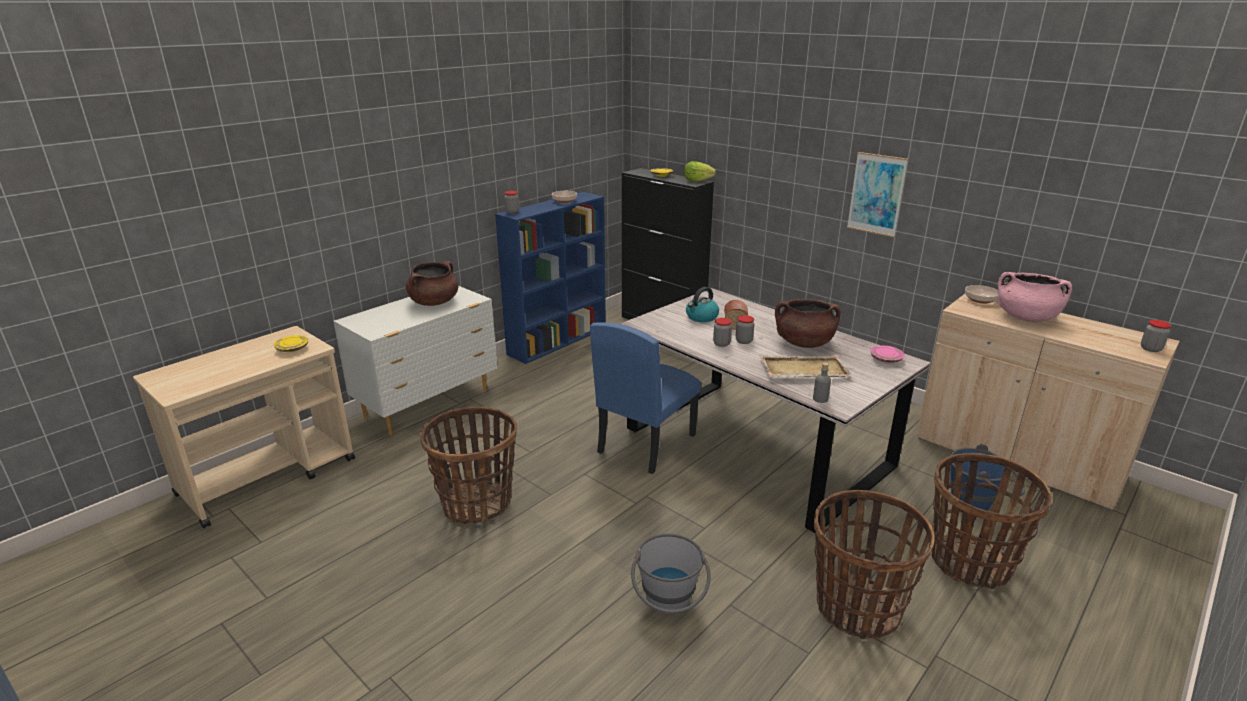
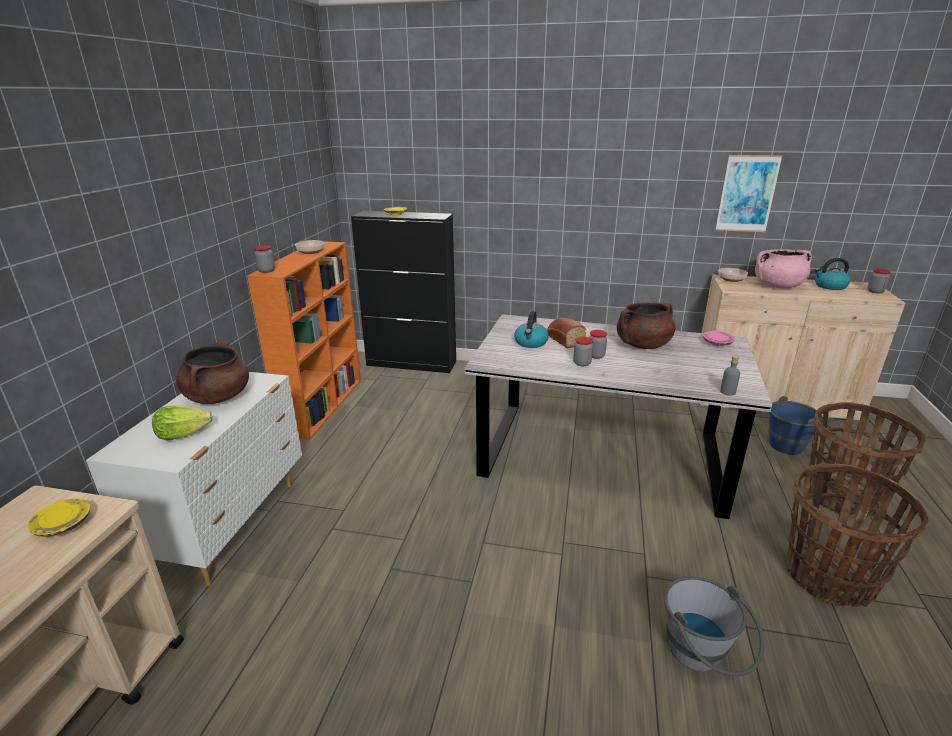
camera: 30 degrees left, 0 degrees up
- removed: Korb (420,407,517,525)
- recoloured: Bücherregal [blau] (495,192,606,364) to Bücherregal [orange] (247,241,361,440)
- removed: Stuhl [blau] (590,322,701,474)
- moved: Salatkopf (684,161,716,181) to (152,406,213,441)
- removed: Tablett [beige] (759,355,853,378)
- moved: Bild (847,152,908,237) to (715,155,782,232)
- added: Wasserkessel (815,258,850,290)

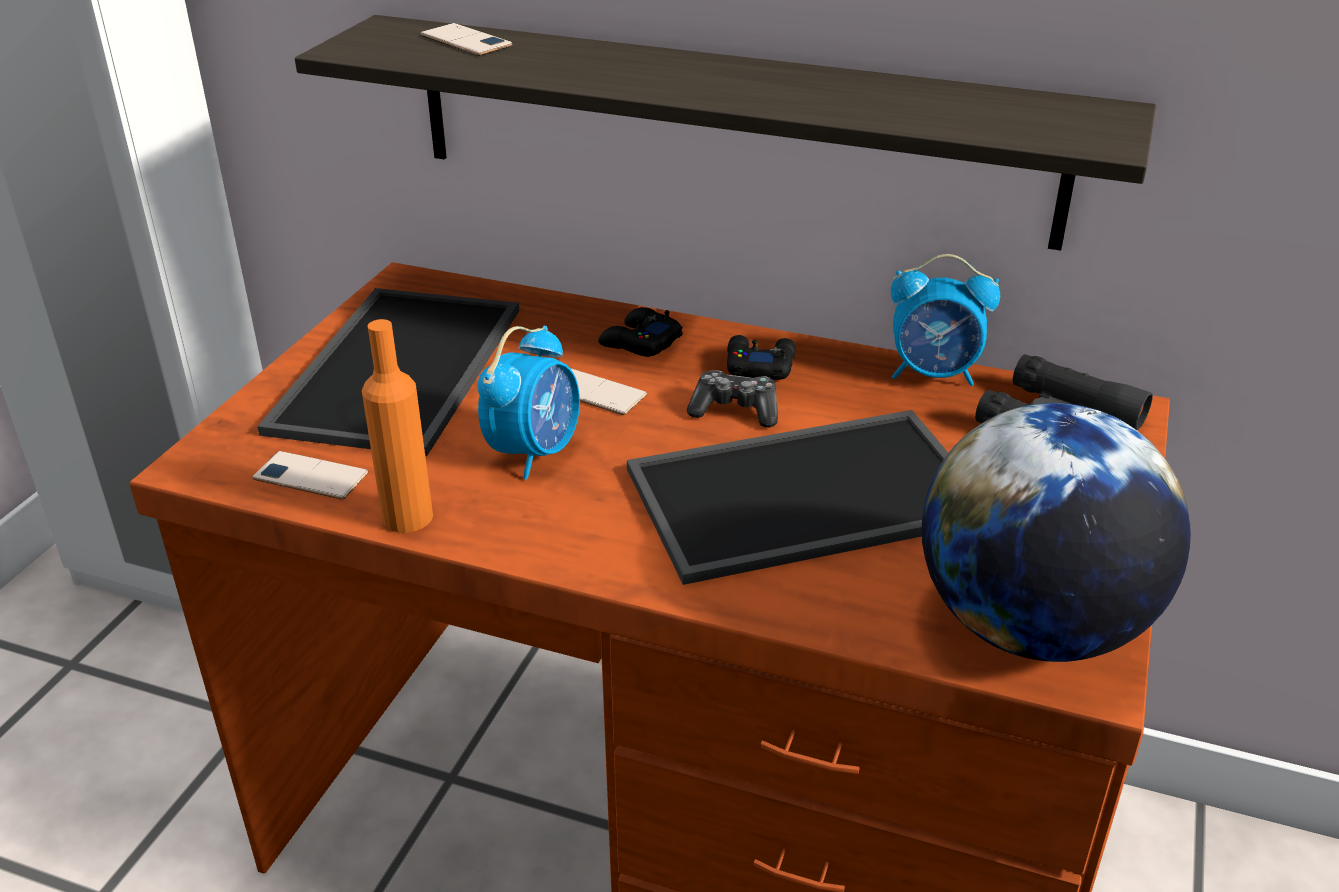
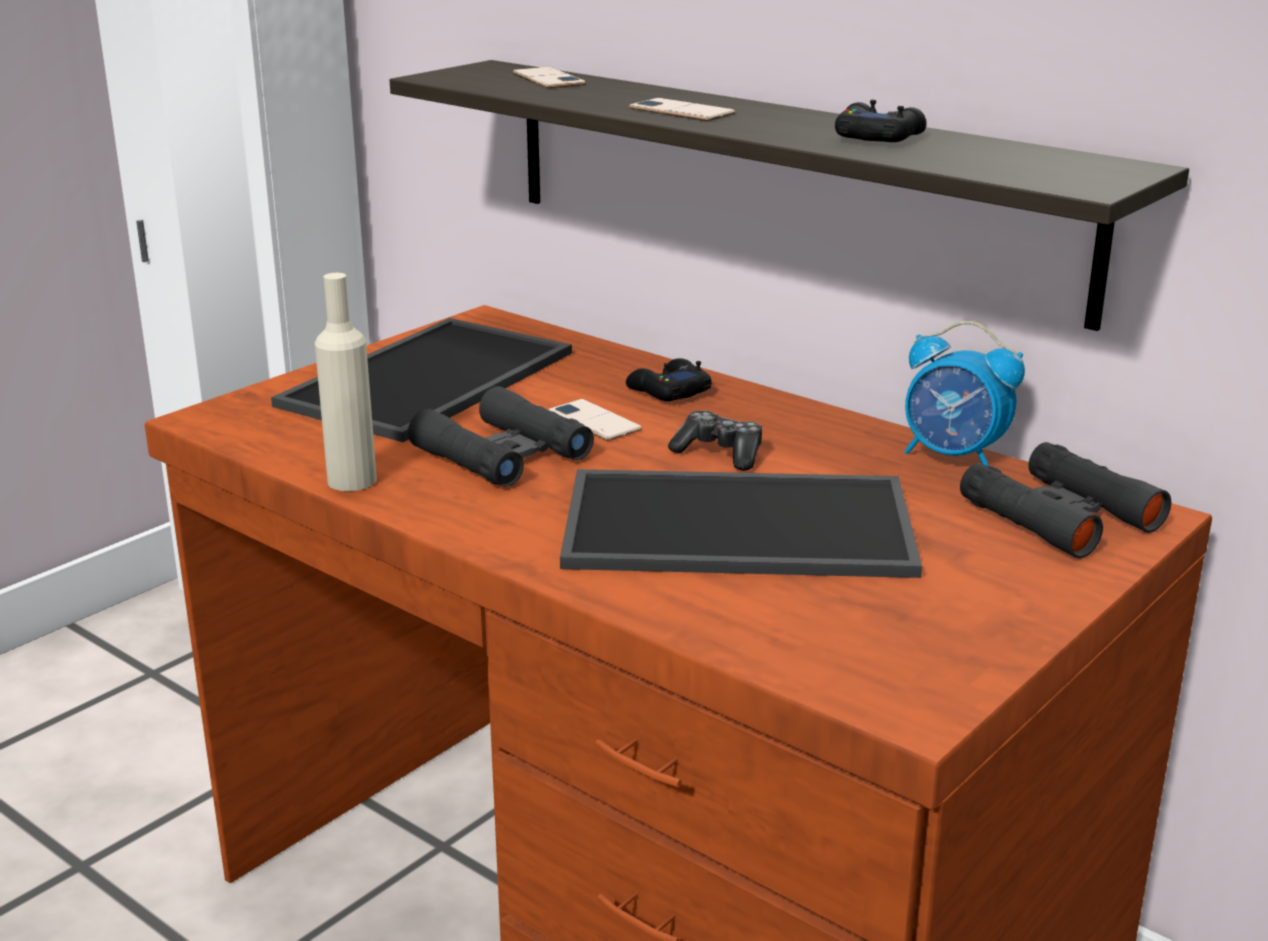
camera: 20 degrees right, 10 degrees down
- moved: Handy (252,451,368,500) to (629,98,736,121)
- recoloured: Flasche [orange] (362,319,433,533) to Flasche [beige] (315,273,377,491)
- replaced: Wecker (478,326,580,480) to Fernglas [schwarz] (408,386,594,487)
- moved: Gamepad [schwarz] (727,335,796,380) to (835,100,927,142)
- removed: Globus (922,403,1191,662)

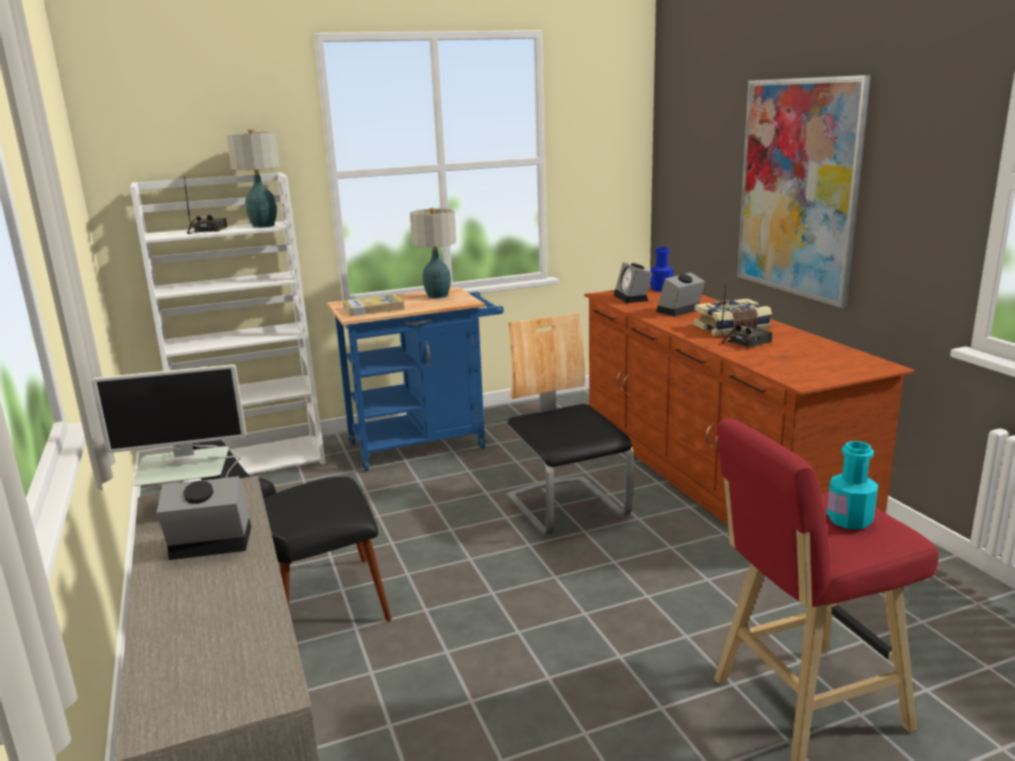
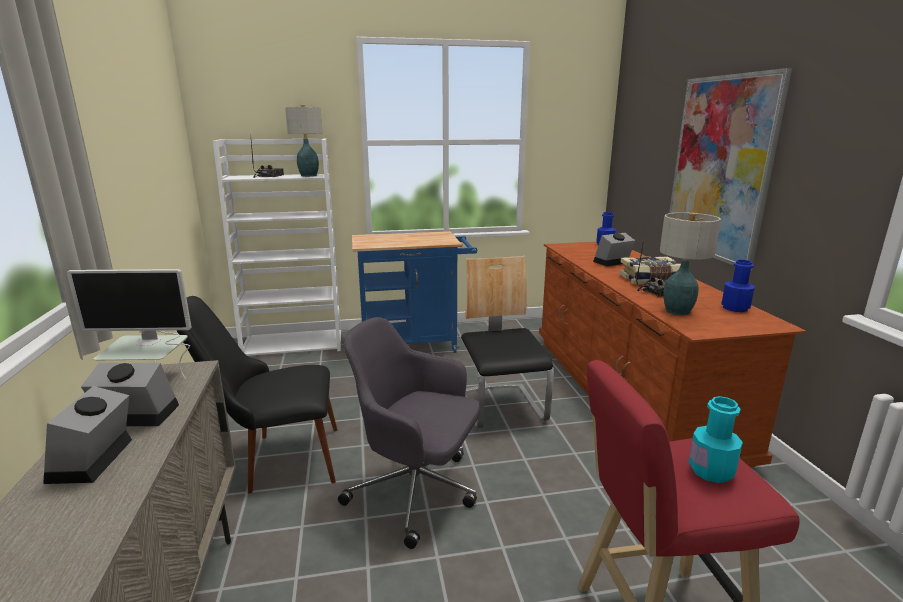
camera: 10 degrees right, 0 degrees up
- removed: Buch (343,295,405,316)
- moved: Tischlampe (410,208,456,299) to (660,212,721,315)
- moved: Wecker (614,262,653,303) to (44,386,132,484)
- added: Bürostuhl [grau] (338,317,480,549)
- added: Flasche [blau] (721,260,754,312)

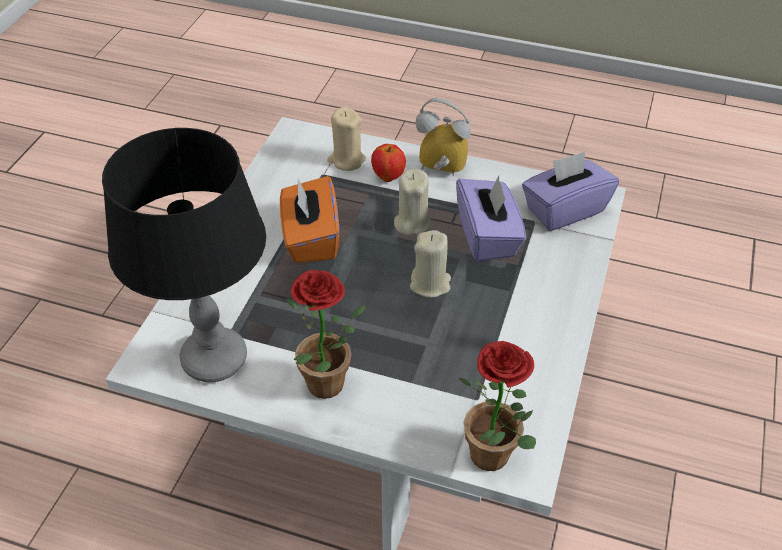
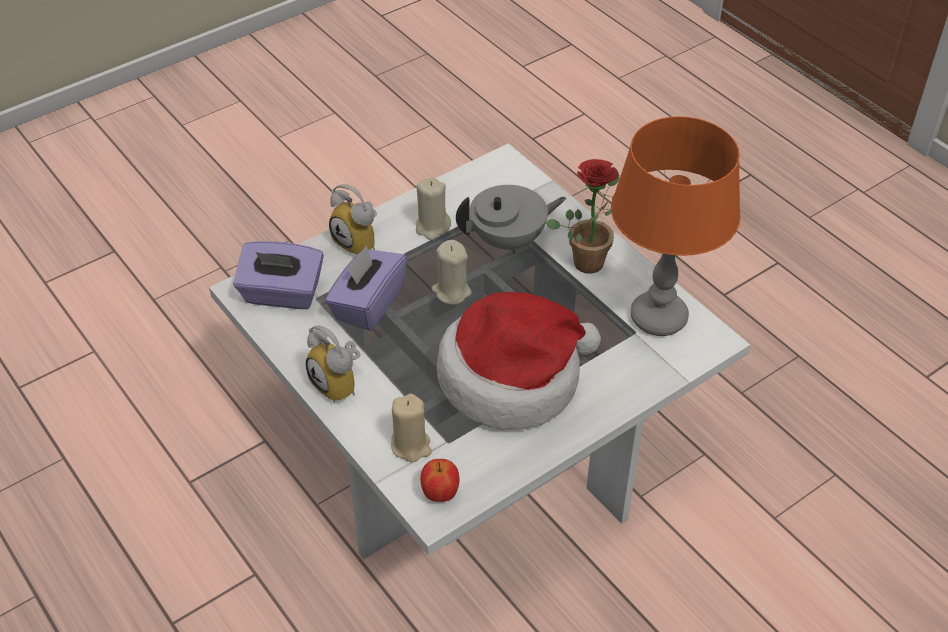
camera: 145 degrees left, 0 degrees up
- recoloured: Tischlampe [schwarz] (102,128,266,382) to Tischlampe [orange] (611,116,741,336)
- replaced: Taschentuchbox [orange] (280,176,339,263) to Hut (437,292,601,430)
- moved: Apfel (371,144,406,182) to (420,459,460,502)
- moved: Kerze [beige] (394,169,431,235) to (416,178,451,240)
- removed: Topfpflanze (459,341,536,471)
- added: Wecker (329,184,377,255)
- added: Teekanne [grau] (456,185,566,254)

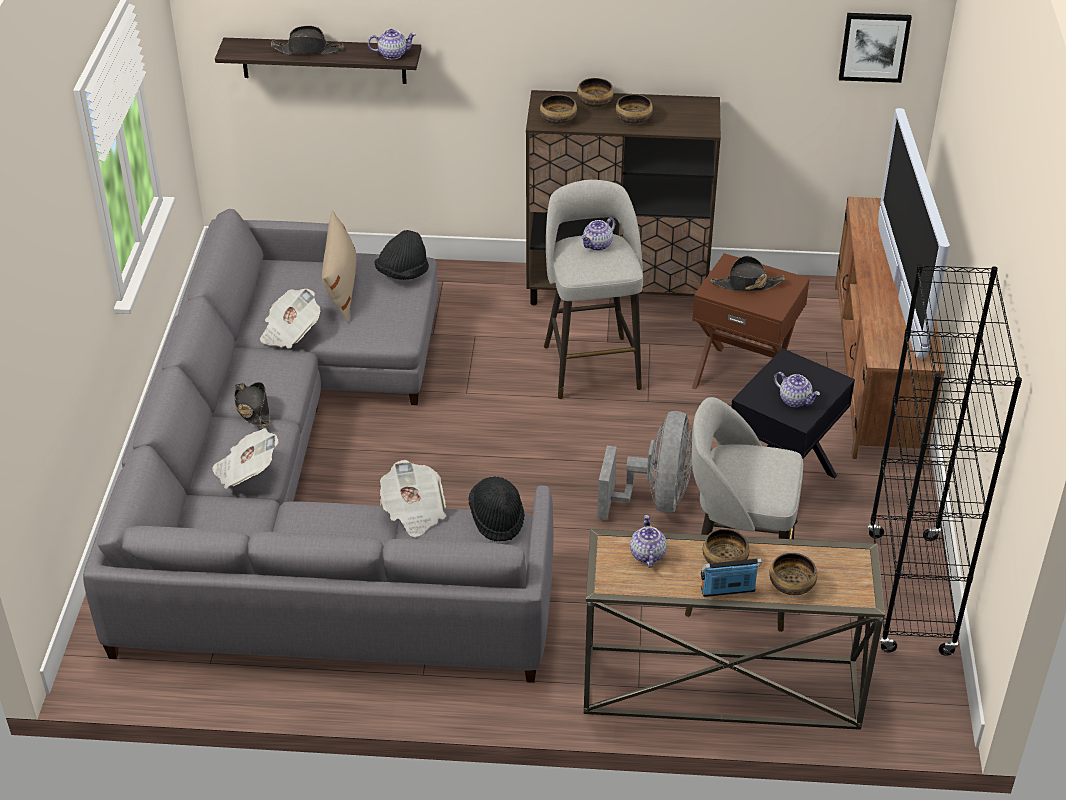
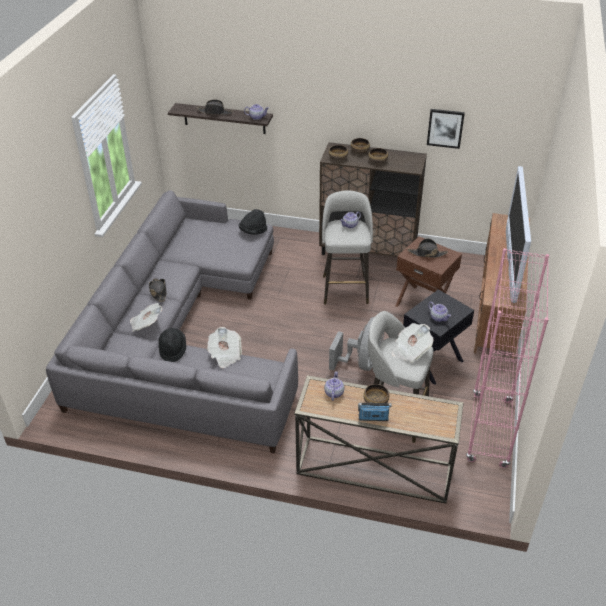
camera: 10 degrees right, 0 degrees up
- moved: Zeitung (260,289,320,349) to (392,323,433,363)
- removed: Kissen [beige] (322,210,356,322)
- moved: Hut [schwarz] (468,476,525,541) to (159,328,186,362)
- removed: Schüssel (769,553,817,595)
- moved: Bild (839,13,912,83) to (427,109,465,149)
- recoloured: Bücherregal [schwarz] (867,263,1022,656) to Bücherregal [rosa] (466,248,549,468)

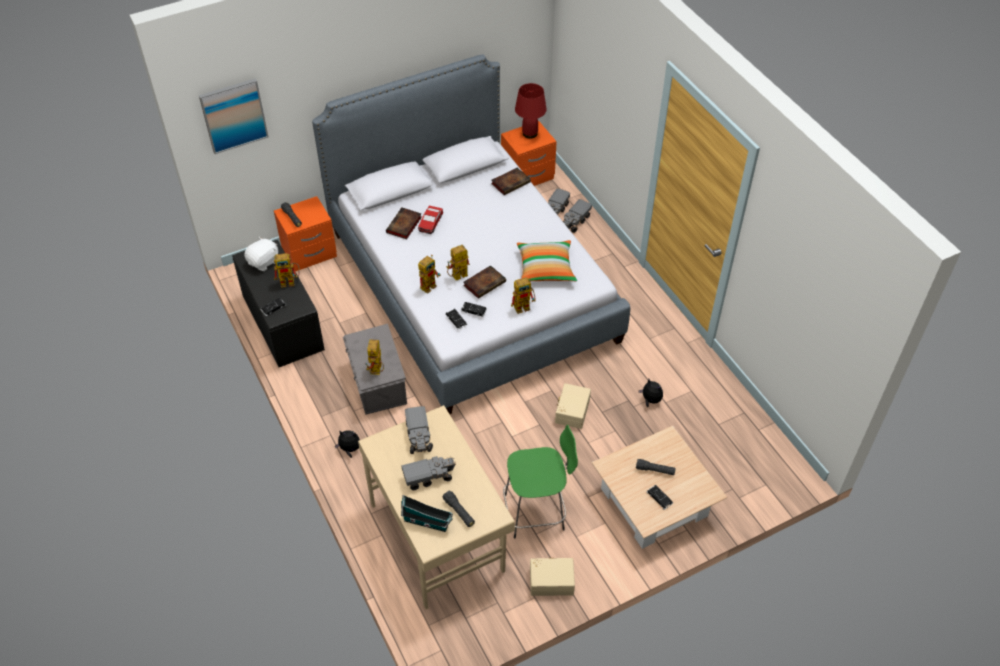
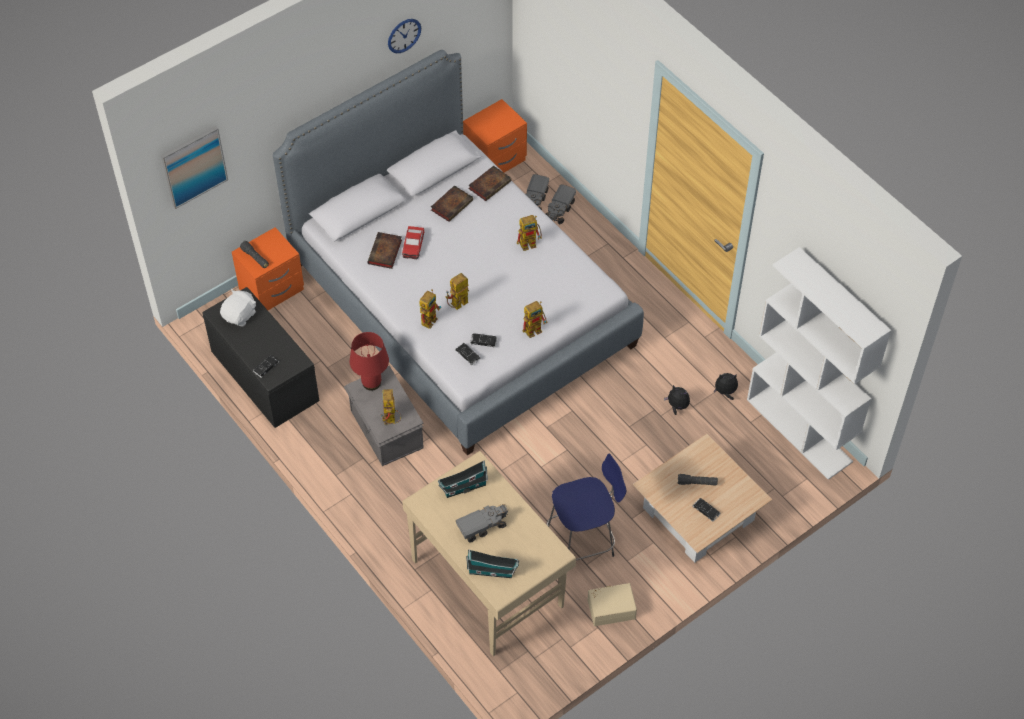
camera: 10 degrees left, 5 degrees up
- moved: Spielzeugroboter (274,253,300,288) to (517,215,542,251)
- moved: Plüschtier (335,430,360,458) to (714,373,738,400)
- replaced: Spielzeuglaster (405,406,433,454) to Spielzeughaus (438,460,488,498)
- removed: Taschenlampe [schwarz] (443,491,475,527)
- moved: Buch (463,265,506,299) to (431,186,473,222)
- recoloured: Hocker [grün] (503,425,578,539) to Hocker [blau] (547,454,626,560)
- moved: Tischlampe [rot] (515,83,547,139) to (350,332,389,391)
- removed: Kissen (517,240,577,281)
- removed: Aufbewahrungsbox [beige] (555,383,591,429)
- added: Wanduhr (388,19,421,53)
- added: Bücherregal [weiß] (747,247,891,480)

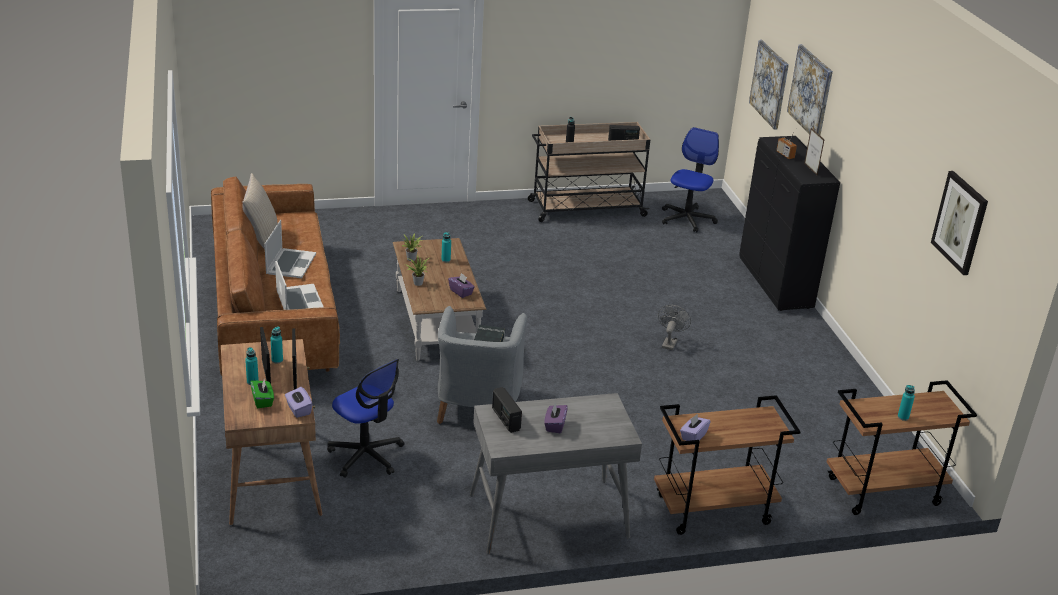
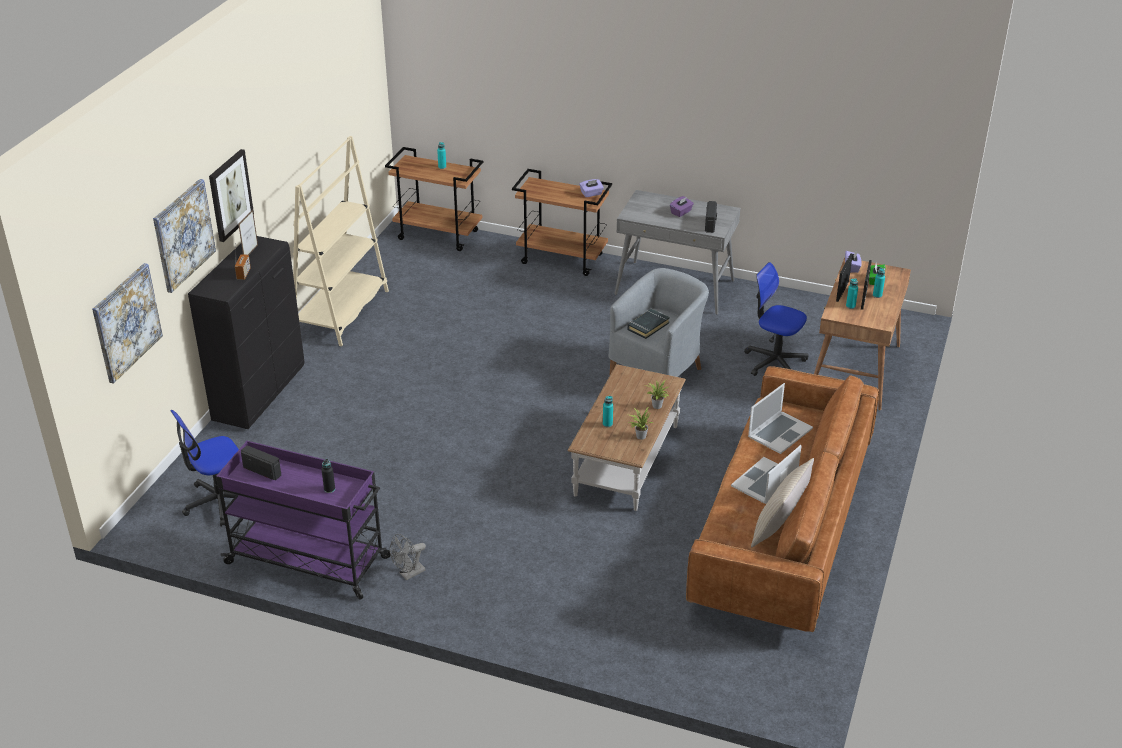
camera: 145 degrees left, 5 degrees up
- turned: Laptop (275,259,324,310) = (748,383,813,454) 150 degrees counterclockwise
- turned: Bürostuhl (327,359,404,478) = (744,262,809,376) 45 degrees counterclockwise
- removed: Taschentuchbox [lila] (448,273,475,298)
- recoloured: Rollwagen [beige] (528,122,650,222) to Rollwagen [lila] (216,441,390,600)
- moved: Ventilator [grau] (658,305,691,350) to (390,534,426,580)
- moved: Bild (931,171,988,275) to (209,149,254,242)
- added: Bücherregal [beige] (293,136,389,346)

